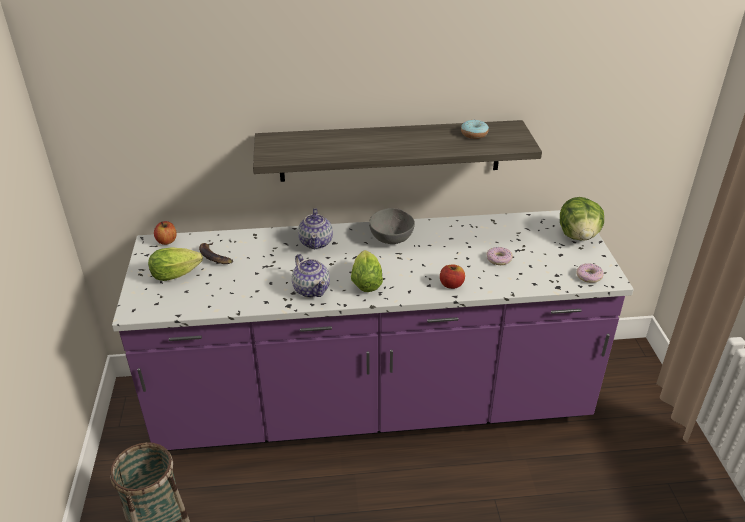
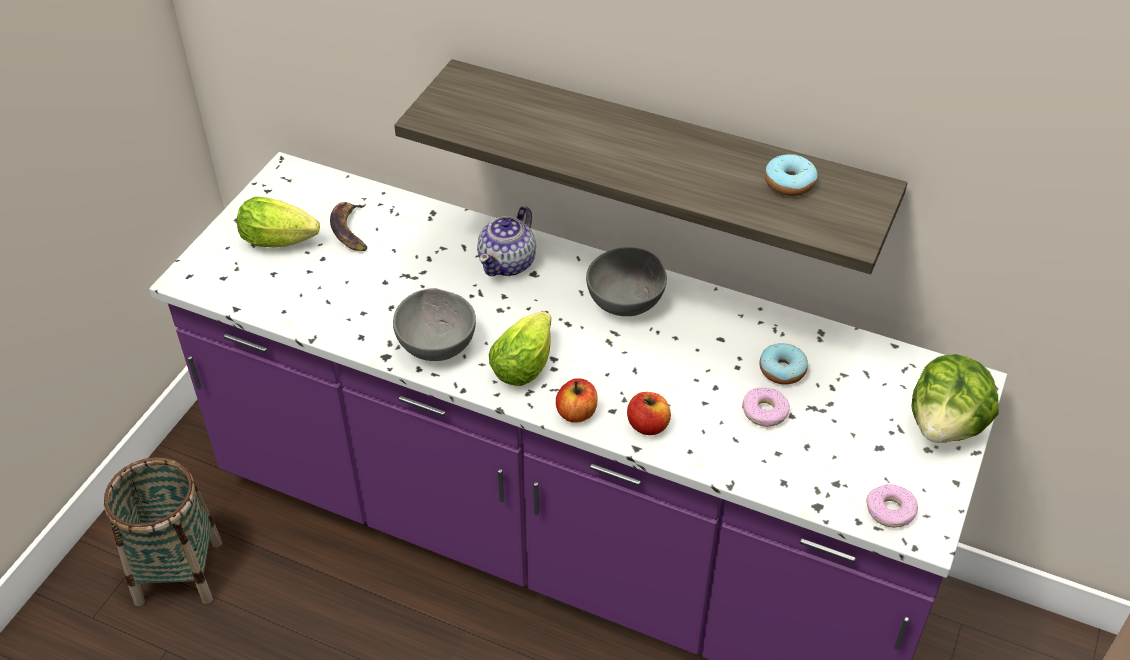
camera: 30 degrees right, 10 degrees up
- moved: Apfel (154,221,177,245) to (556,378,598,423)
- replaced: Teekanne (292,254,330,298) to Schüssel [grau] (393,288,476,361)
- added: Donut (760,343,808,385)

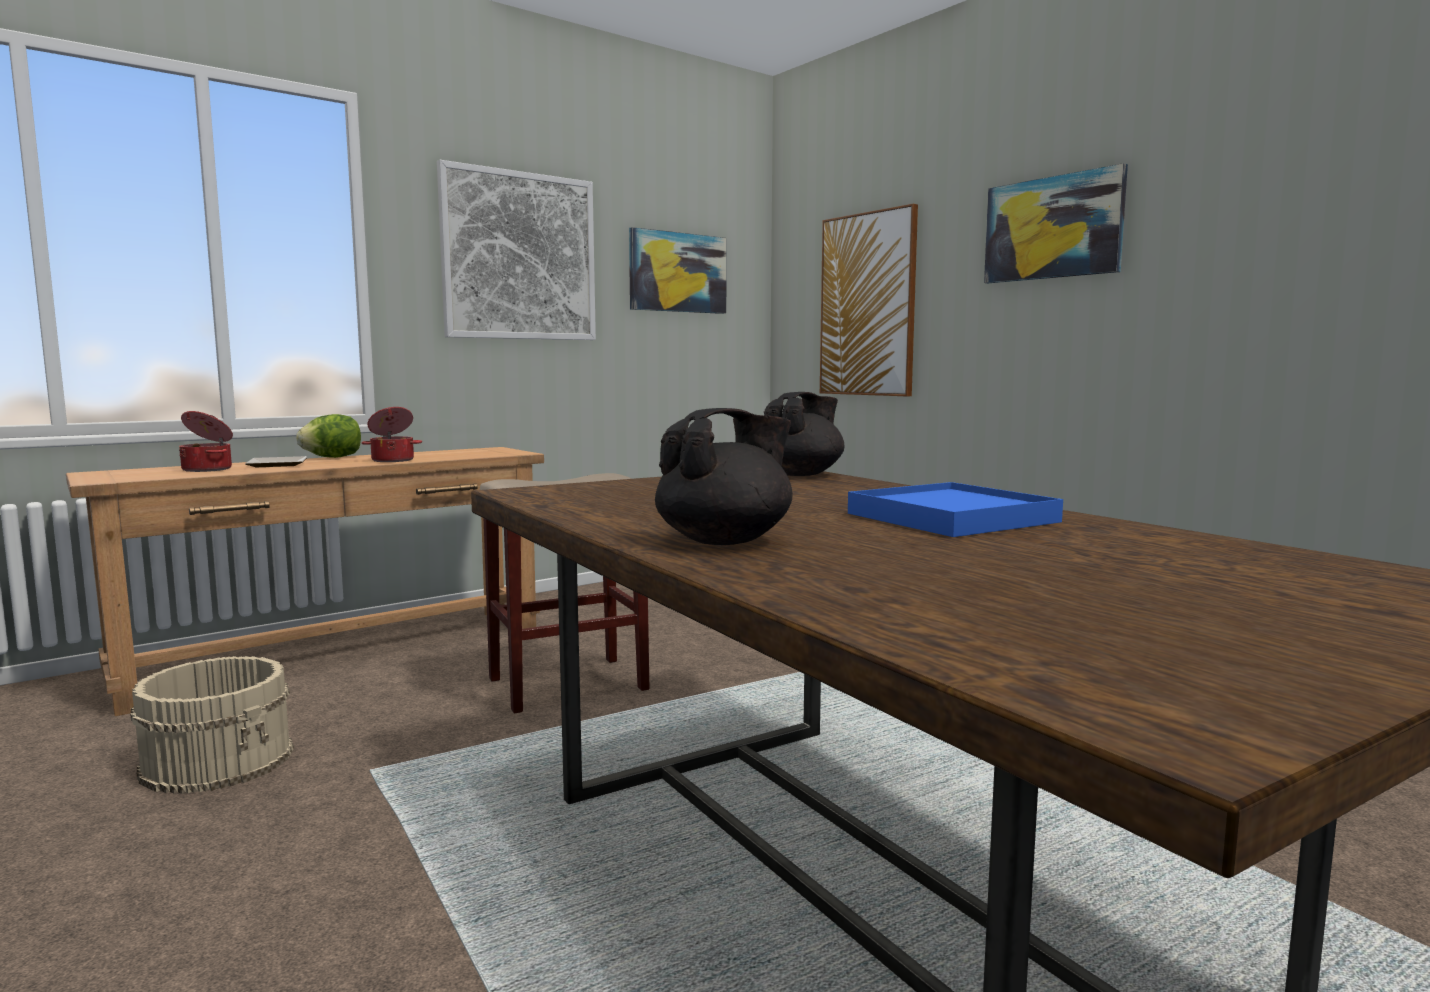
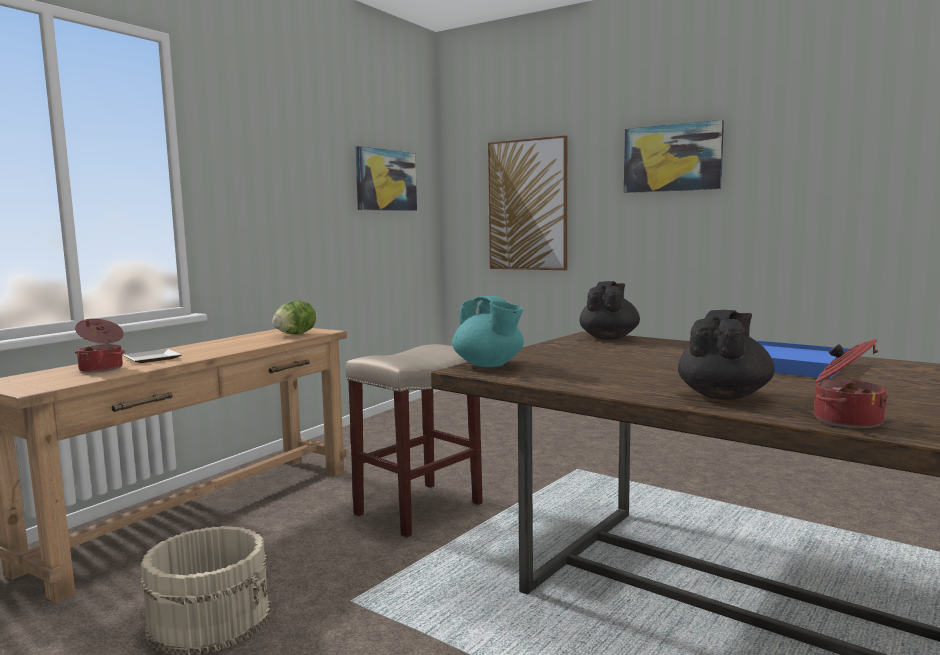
camera: 20 degrees left, 0 degrees up
- moved: Salatkopf (296,414,361,458) to (272,301,316,334)
- moved: Kochtopf (361,407,422,462) to (814,339,888,428)
- removed: Bild (437,160,596,340)
- added: Teekanne [türkis] (452,296,524,367)

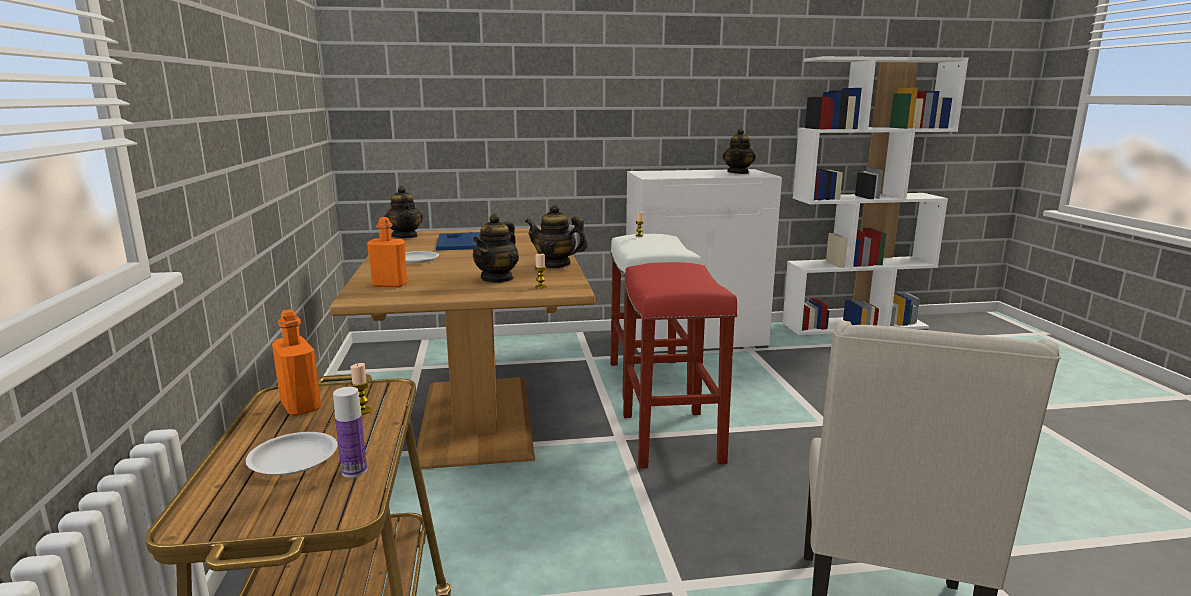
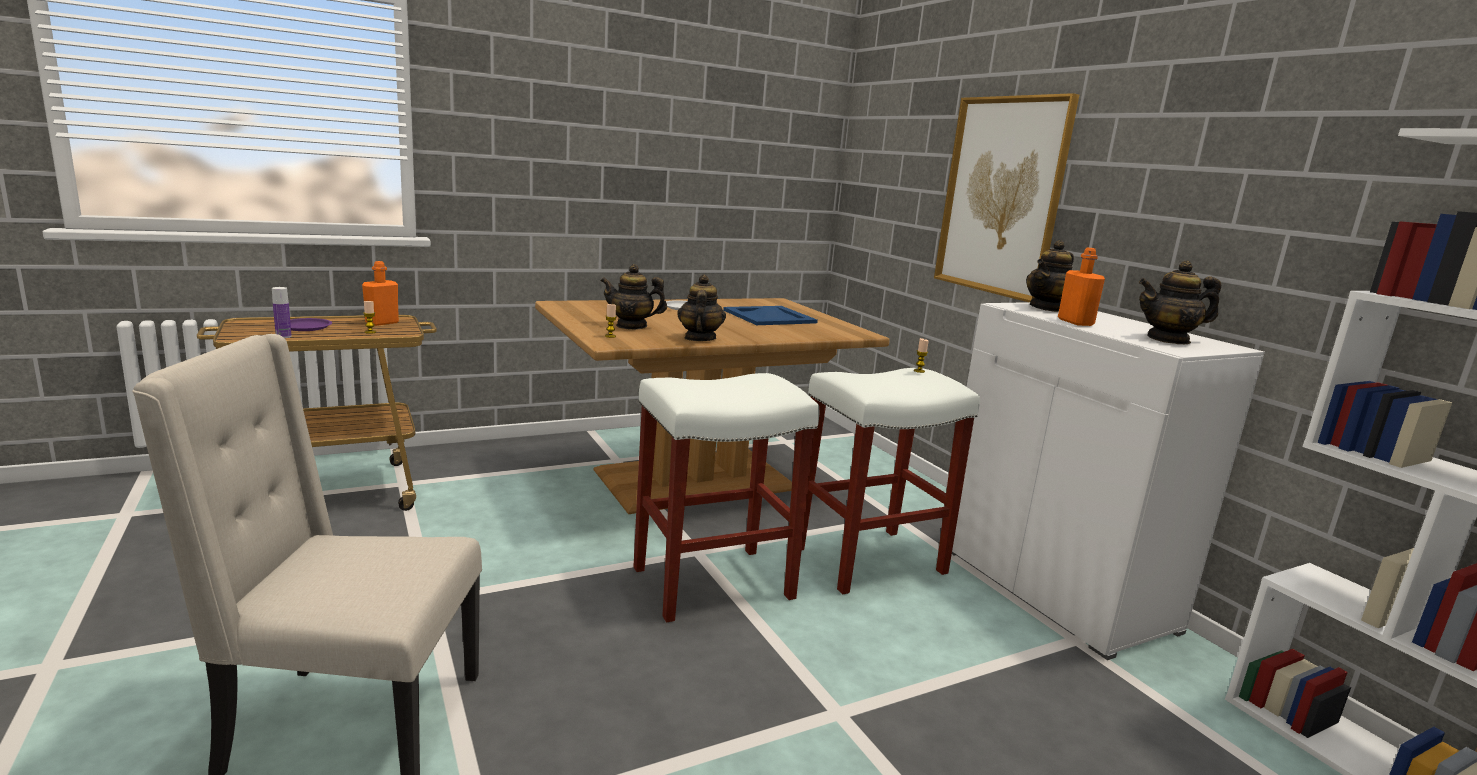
camera: 70 degrees right, 0 degrees up
- recoloured: Teller [weiß] (246,432,338,475) to Teller [lila] (290,318,332,331)
- moved: Flasche [orange] (367,217,407,287) to (1058,248,1105,326)
- moved: Teekanne (384,186,423,238) to (1026,240,1074,312)
- recoloured: Hocker [rot] (623,262,737,468) to Hocker [weiß] (633,373,819,623)
- added: Bild (934,93,1079,302)

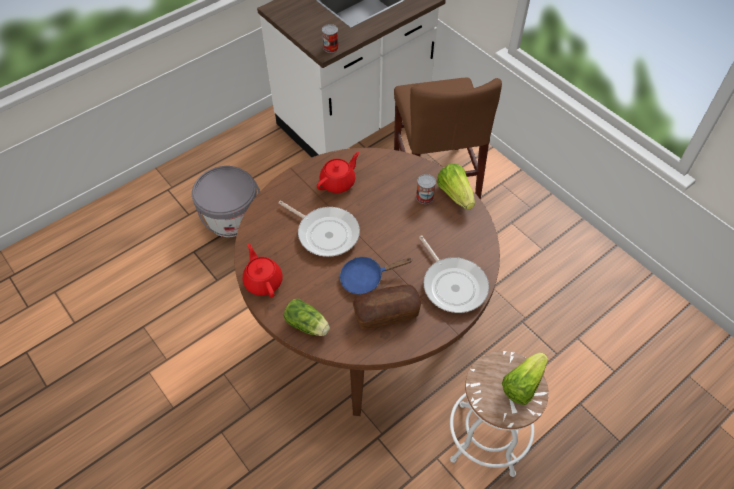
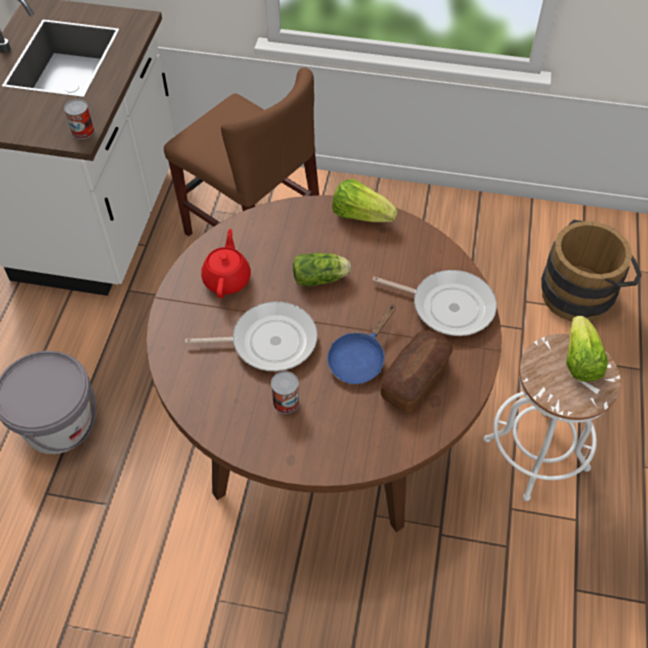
camera: 40 degrees left, 0 degrees up
- removed: Teekanne [rot] (243,243,283,298)
- moved: Salatkopf (284,299,330,336) to (293,253,351,286)
- moved: Dose (416,174,436,204) to (271,371,299,414)
- added: Eimer [braun] (541,220,642,322)

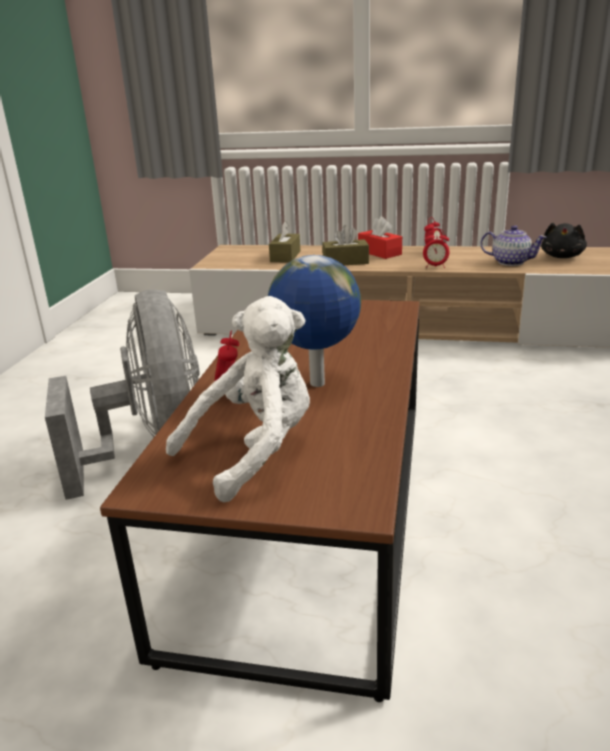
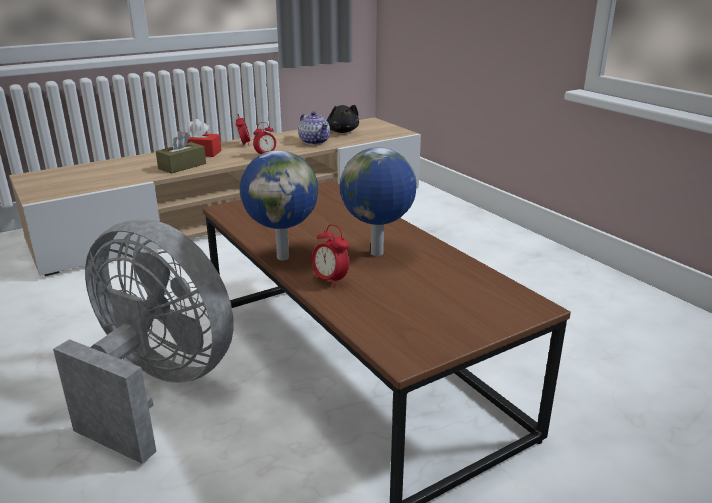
camera: 45 degrees left, 0 degrees up
- removed: Plüschtier [weiß] (166,296,310,502)
- removed: Taschentuchbox [braun] (269,221,300,262)
- turned: Teekanne (480,225,547,266) = (298,111,330,145) 75 degrees clockwise
- added: Globus (240,150,318,260)

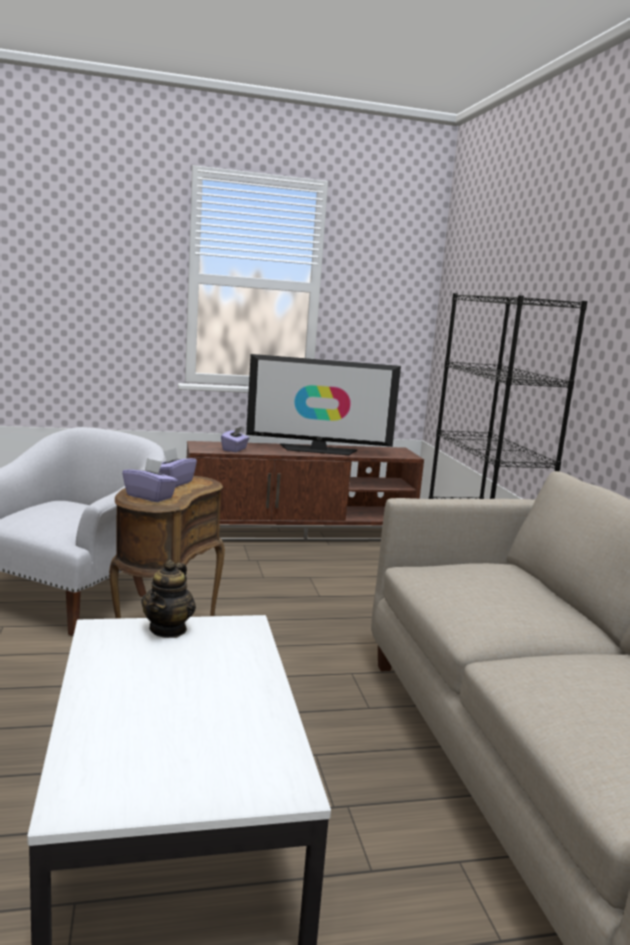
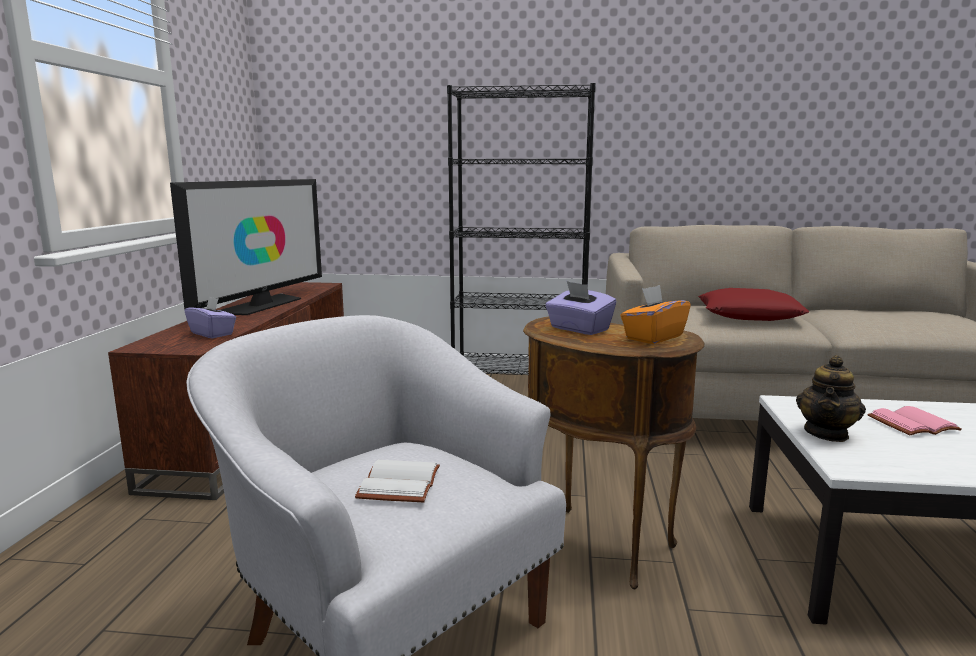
camera: 70 degrees left, 0 degrees up
- recoloured: Taschentuchbox [lila] (122,458,178,502) to Taschentuchbox [orange] (620,285,691,344)
- turned: Teekanne (141,560,196,638) = (796,355,866,442) 90 degrees clockwise
- added: Buch [weiß] (355,460,440,502)
- added: Kissen [rot] (698,288,810,321)
- added: Buch [rosa] (868,406,962,435)

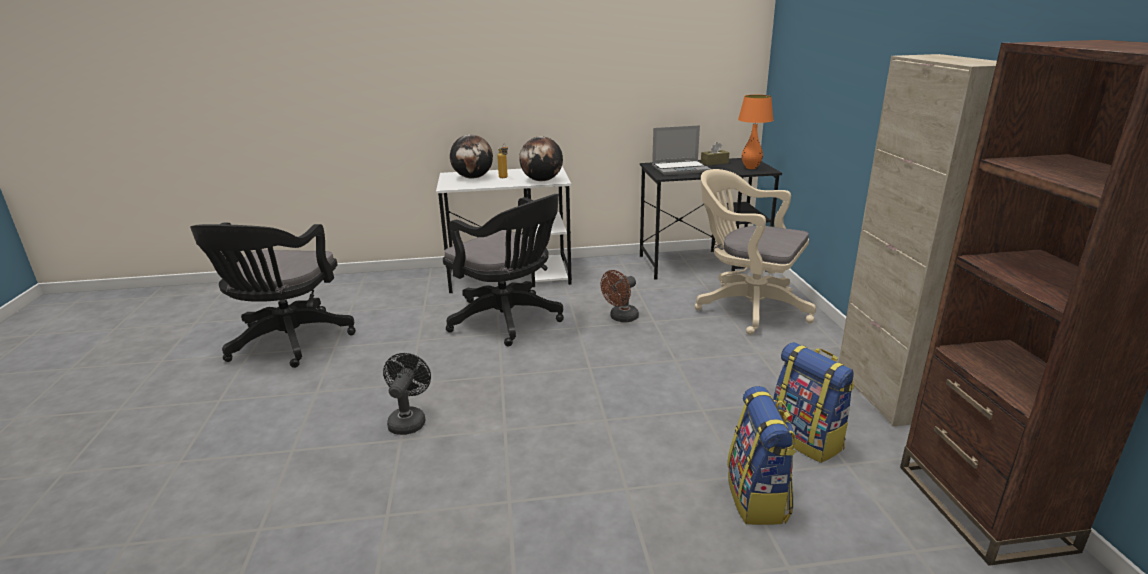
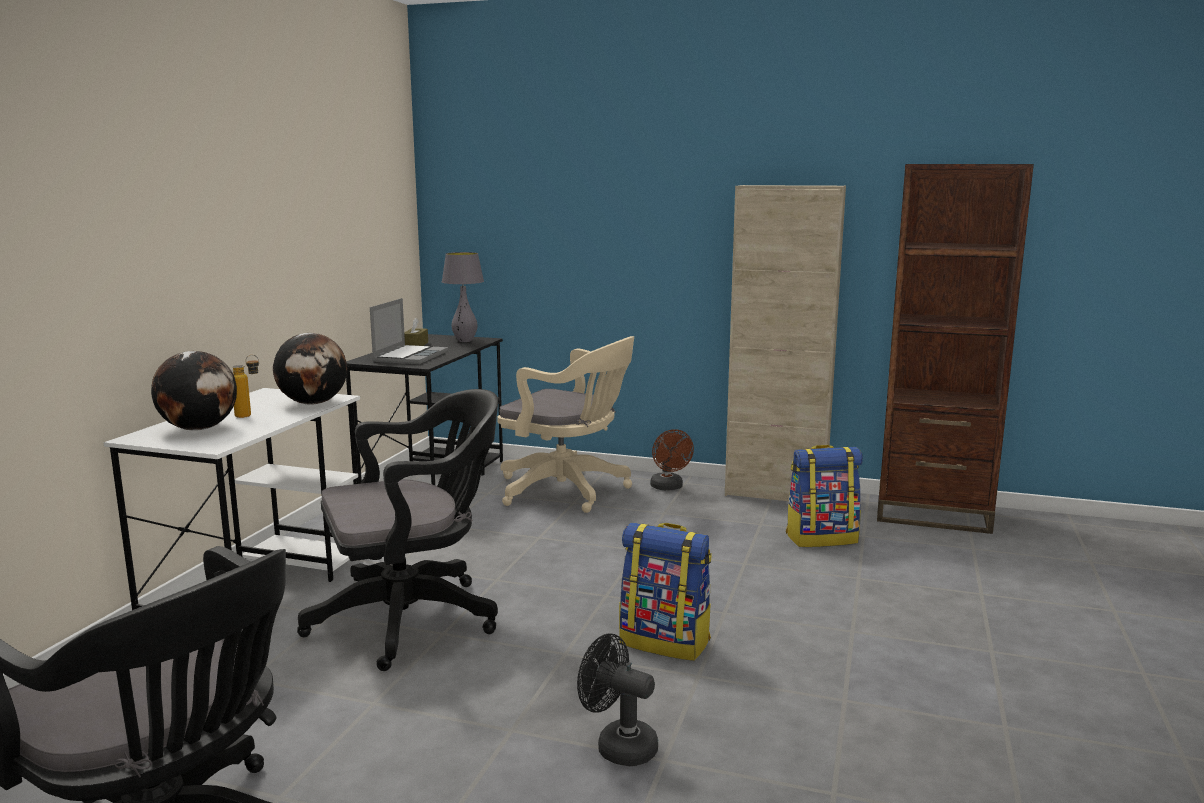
camera: 65 degrees left, 10 degrees down
- moved: Ventilator [braun] (600,270,639,322) to (650,429,694,490)
- turned: Bürostuhl [beige] (694,169,816,335) = (497,336,634,513) 120 degrees counterclockwise
- moved: Rucksack (727,386,796,525) to (619,523,712,661)
- recoloured: Tischlampe [orange] (738,95,773,169) to Tischlampe [grau] (442,252,484,342)

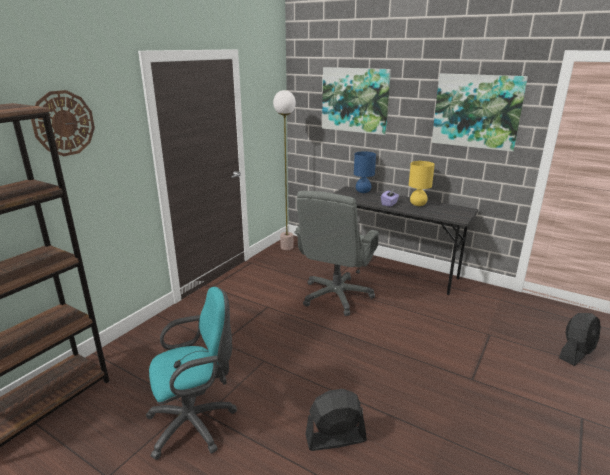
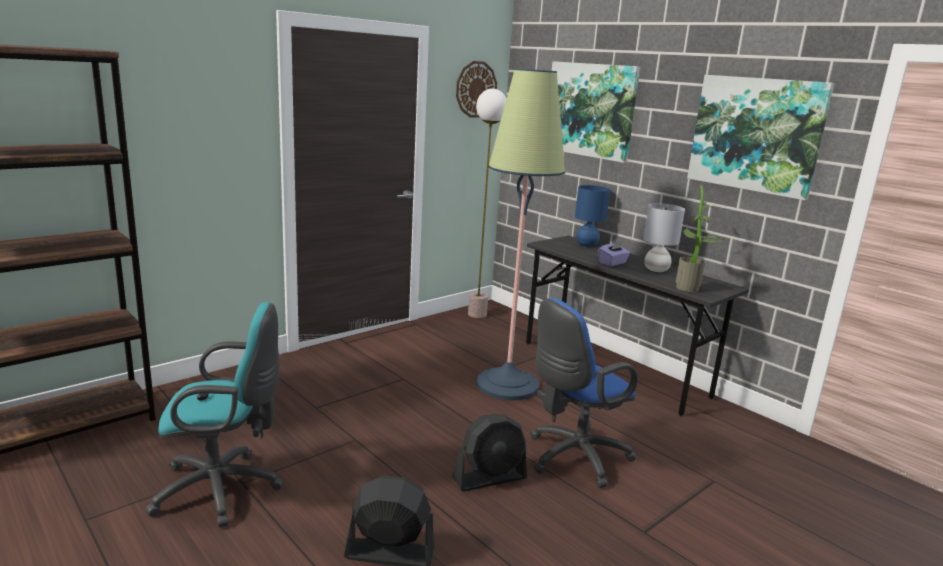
camera: 15 degrees right, 5 degrees down
- moved: Wanduhr (31,90,95,156) to (456,61,497,118)
- replaced: Bürostuhl [grau] (294,191,379,316) to Stehlampe (476,68,565,400)
- recoloured: Tischlampe [gelb] (409,161,435,206) to Tischlampe [grau] (643,203,685,272)
- moved: Ventilator [schwarz] (559,313,601,366) to (452,414,527,492)
- added: Bürostuhl [blau] (530,298,638,488)
- added: Topfpflanze (676,185,725,292)

